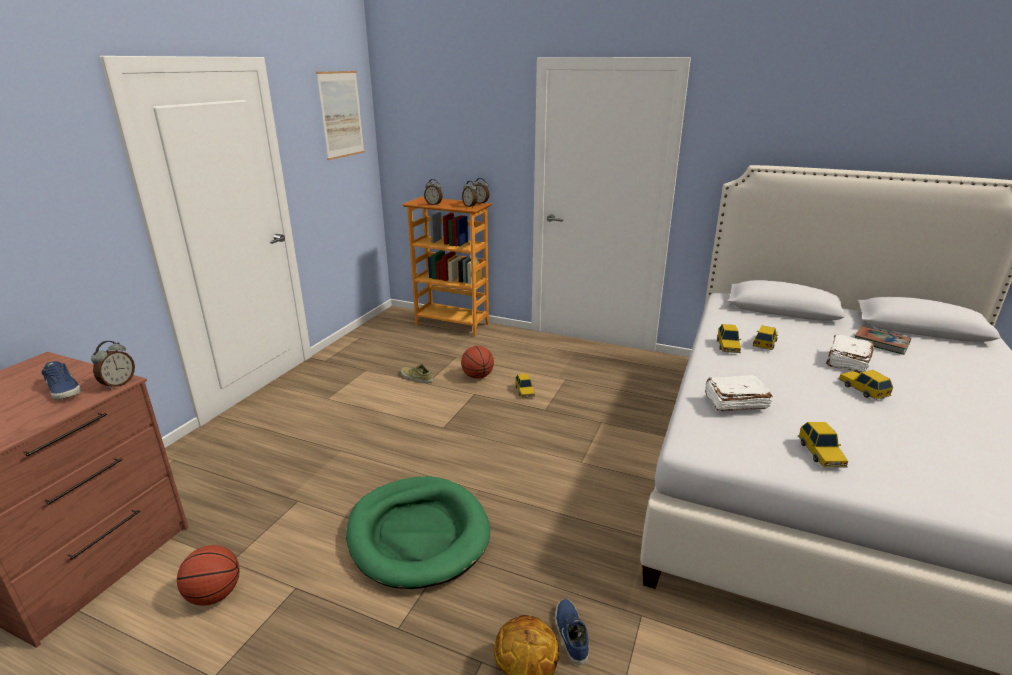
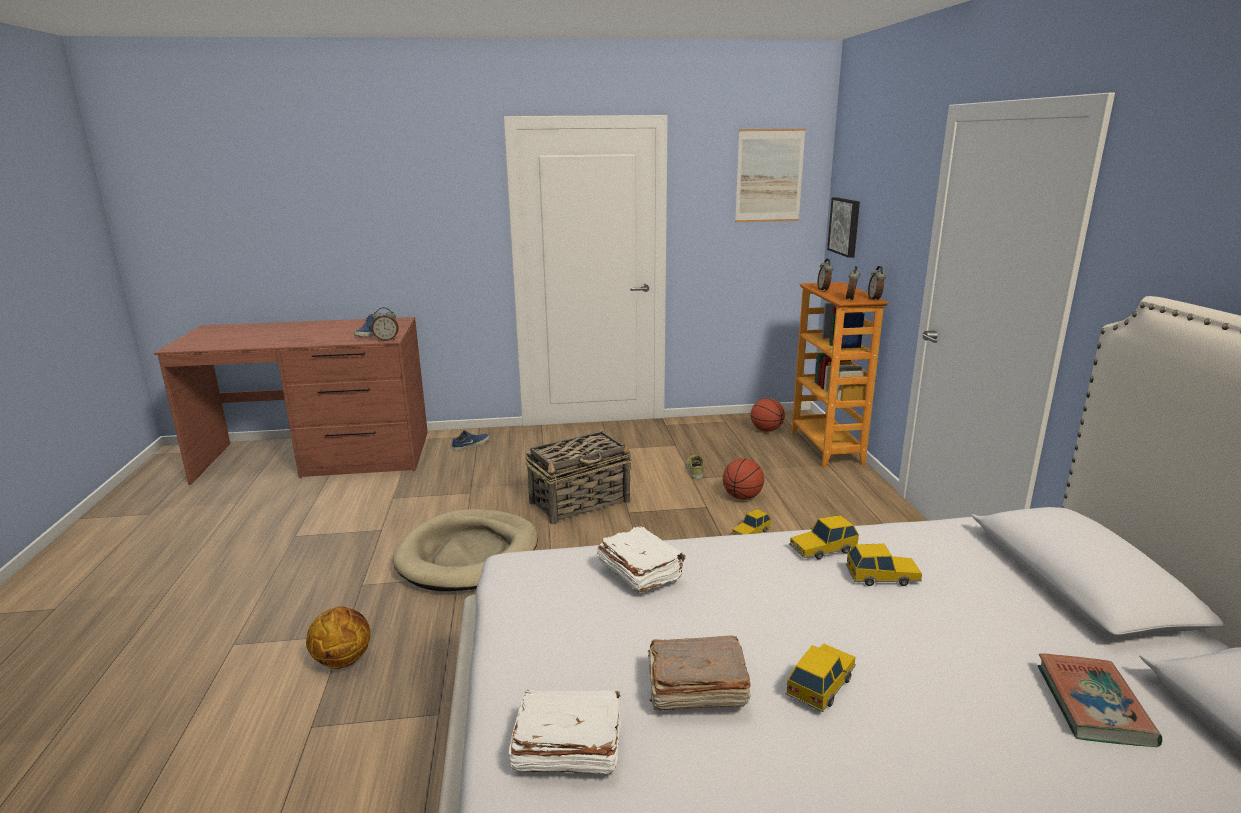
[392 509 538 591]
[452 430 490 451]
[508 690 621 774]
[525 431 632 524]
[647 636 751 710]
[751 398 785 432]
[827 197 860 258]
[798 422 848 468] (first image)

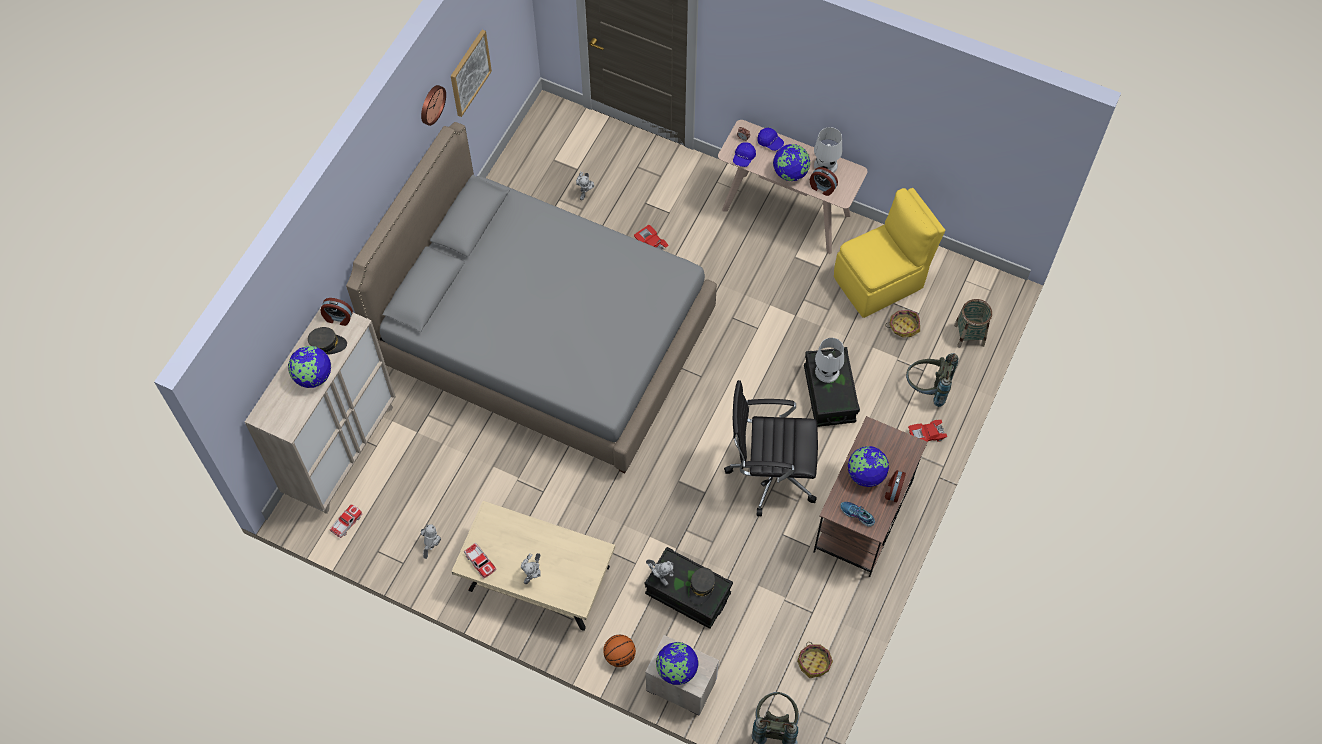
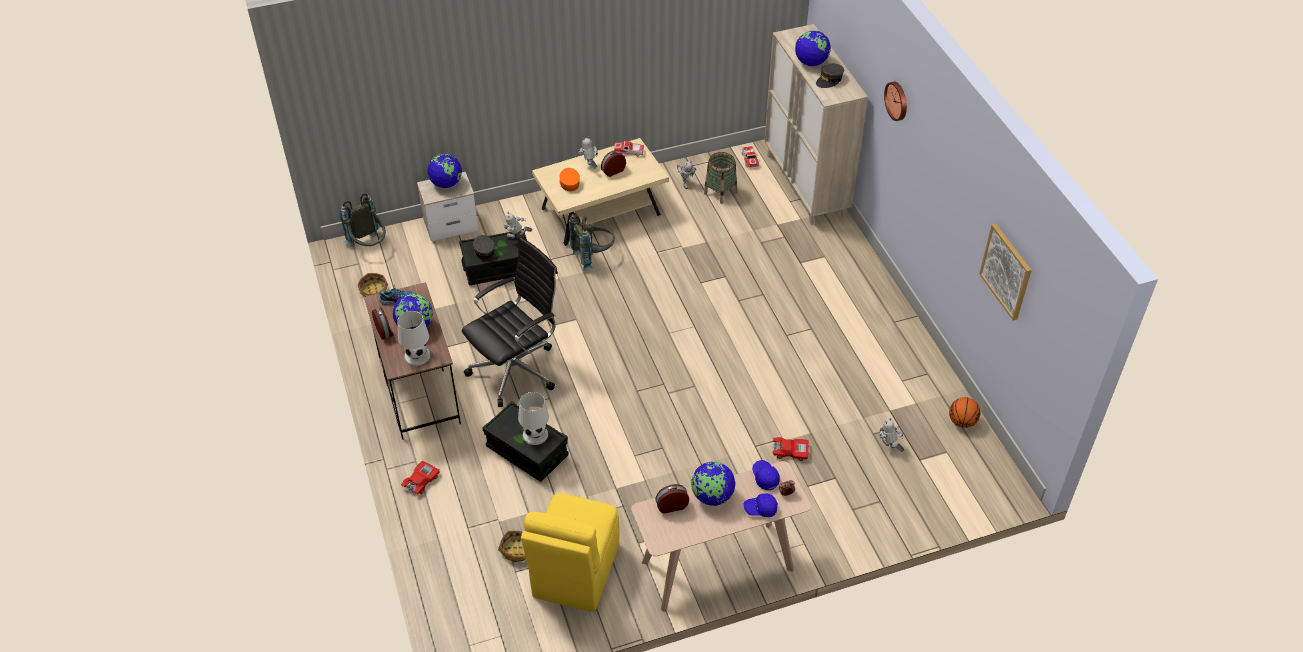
[397 311 430 366]
[559 168 580 191]
[569 213 615 271]
[601 150 626 177]
[704 152 737 204]
[884 82 907 121]
[949 397 980 428]
[346 122 717 473] (first image)

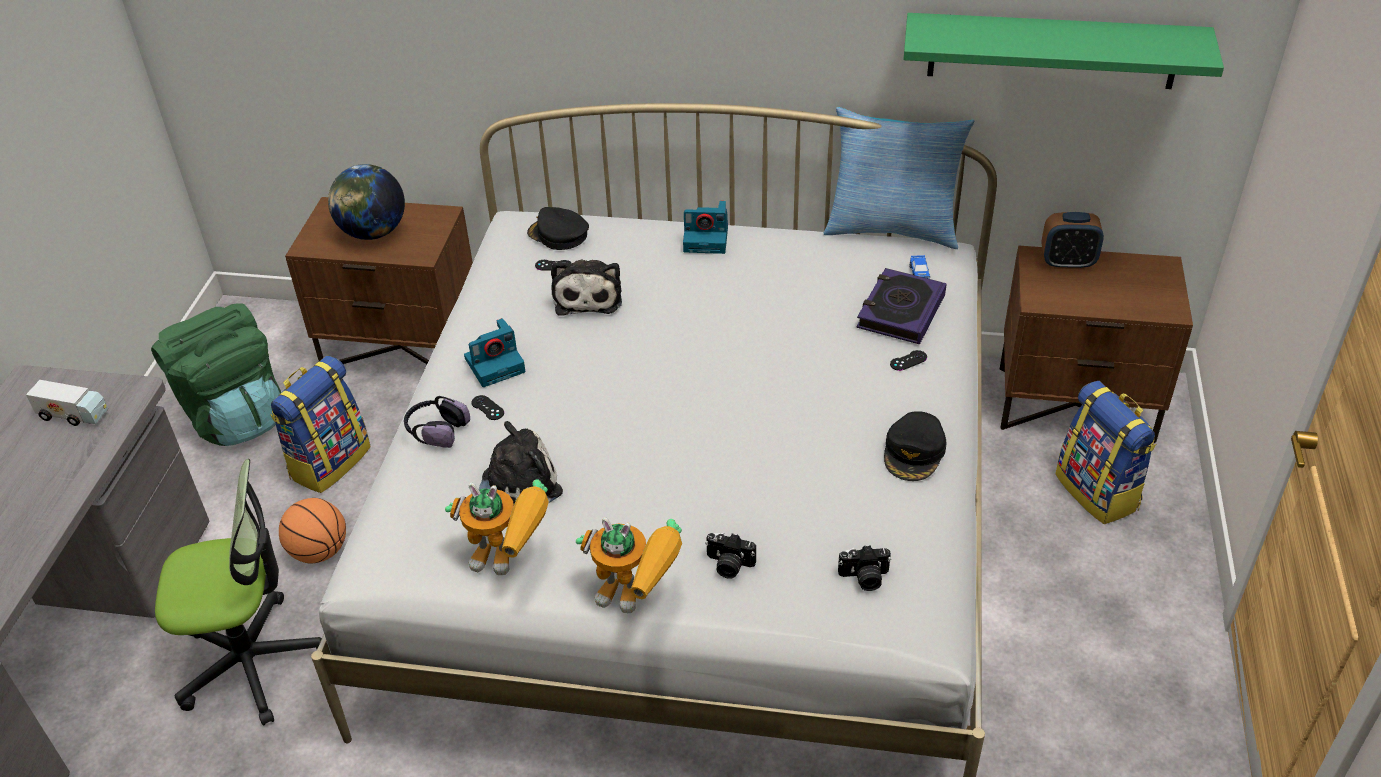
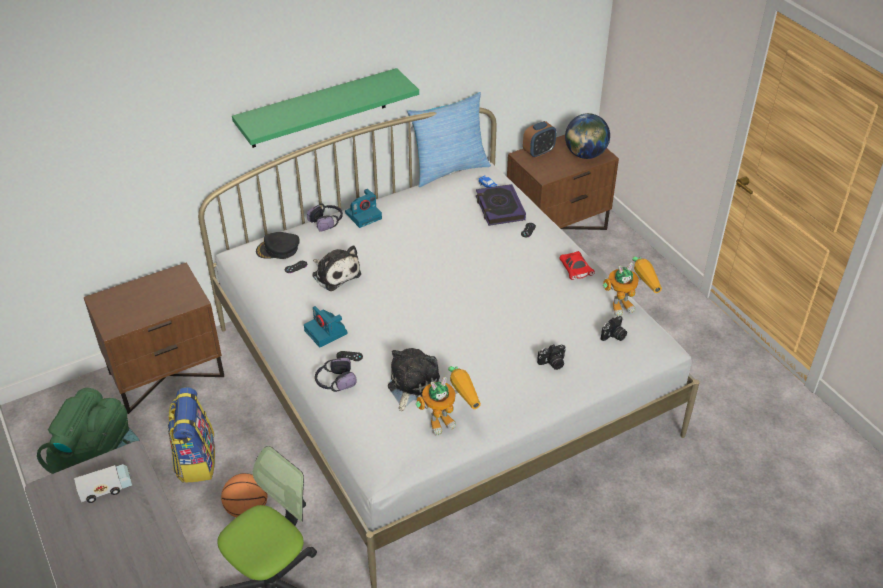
[232 68 419 148]
[304 306 348 348]
[307 204 343 232]
[560 251 595 280]
[565 113 610 159]
[603 256 662 316]
[1055 381 1156 524] (first image)

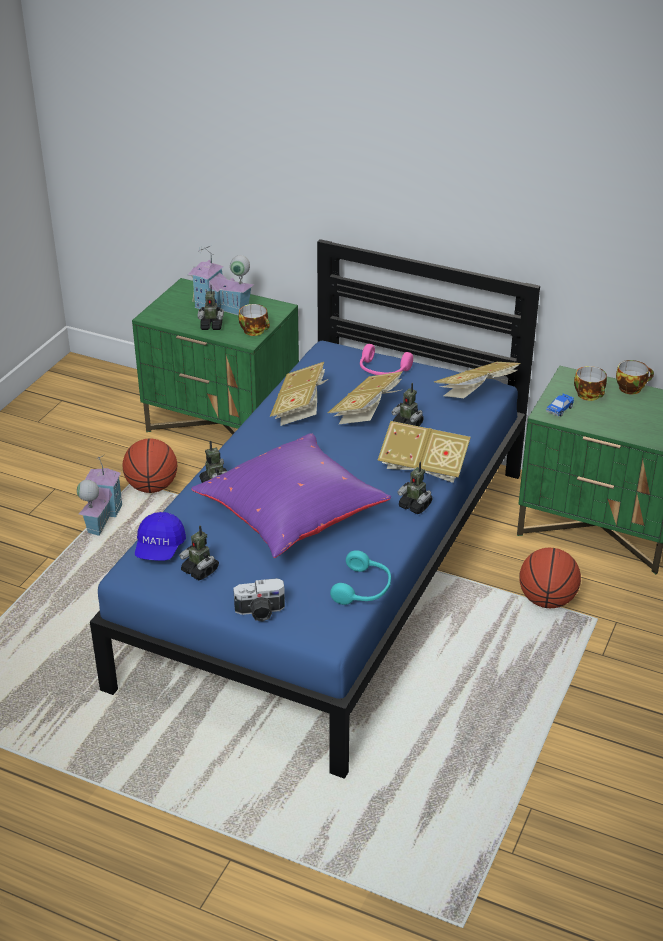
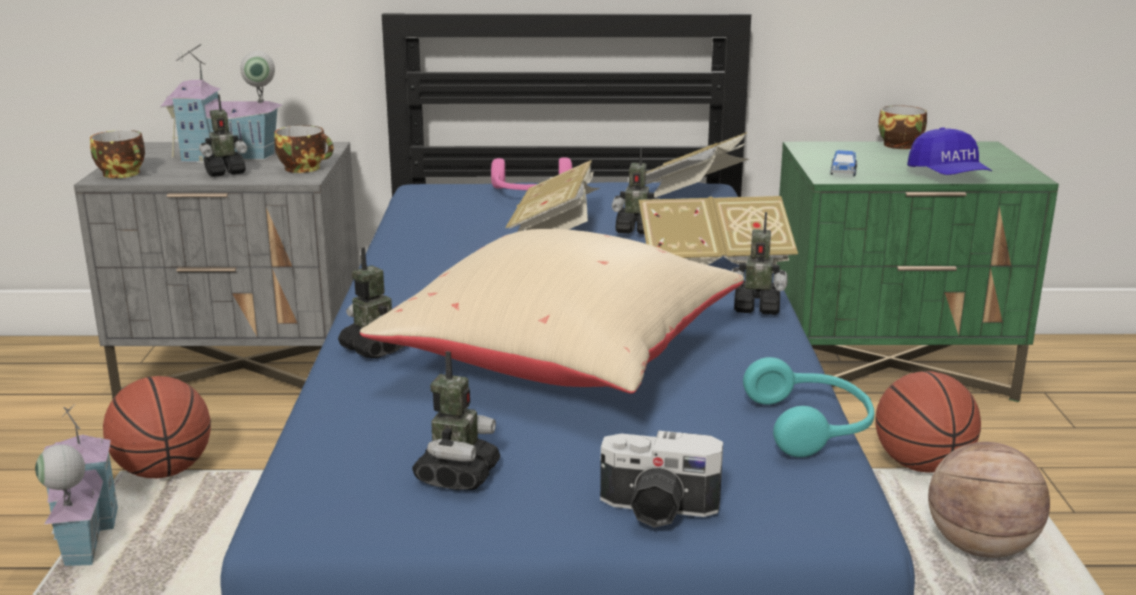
[74 142 359 398]
[90 130 145 178]
[360 229 744 394]
[412 351 500 490]
[600 430 723 528]
[907 127 992 175]
[928 442 1050 558]
[270 362 328 426] (first image)

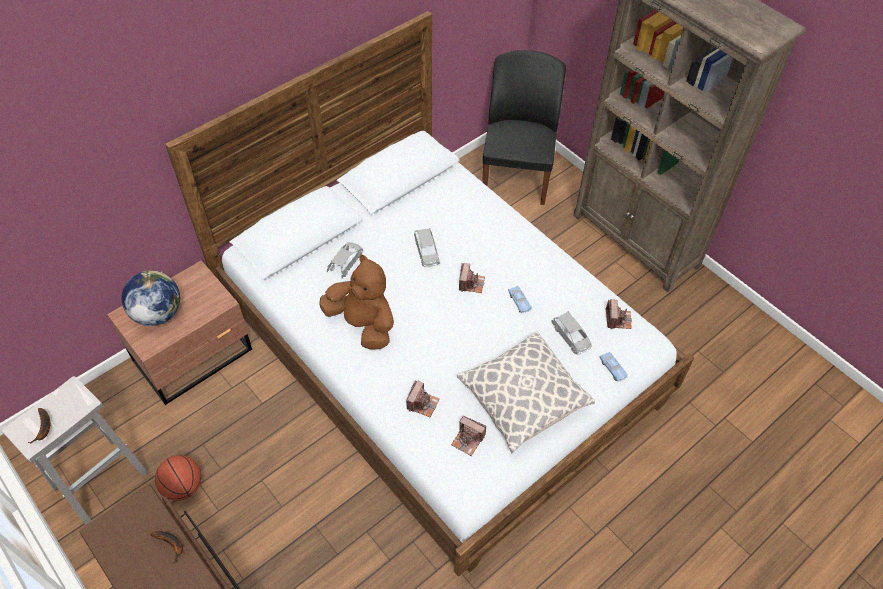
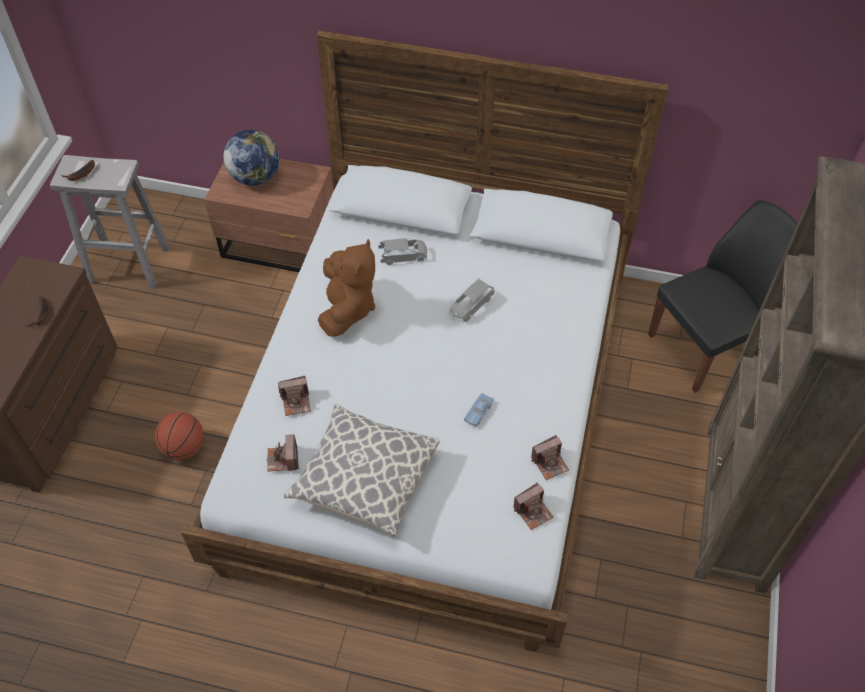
[155 412 204 460]
[531 435 569 480]
[551 312 591 354] (first image)
[599 352 628 382] (first image)

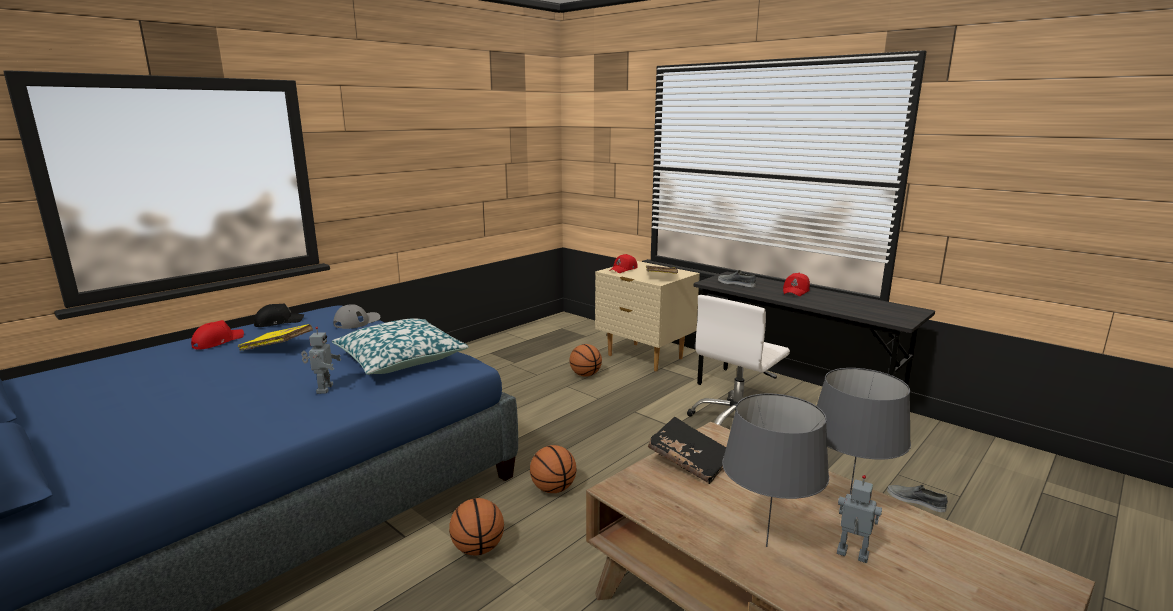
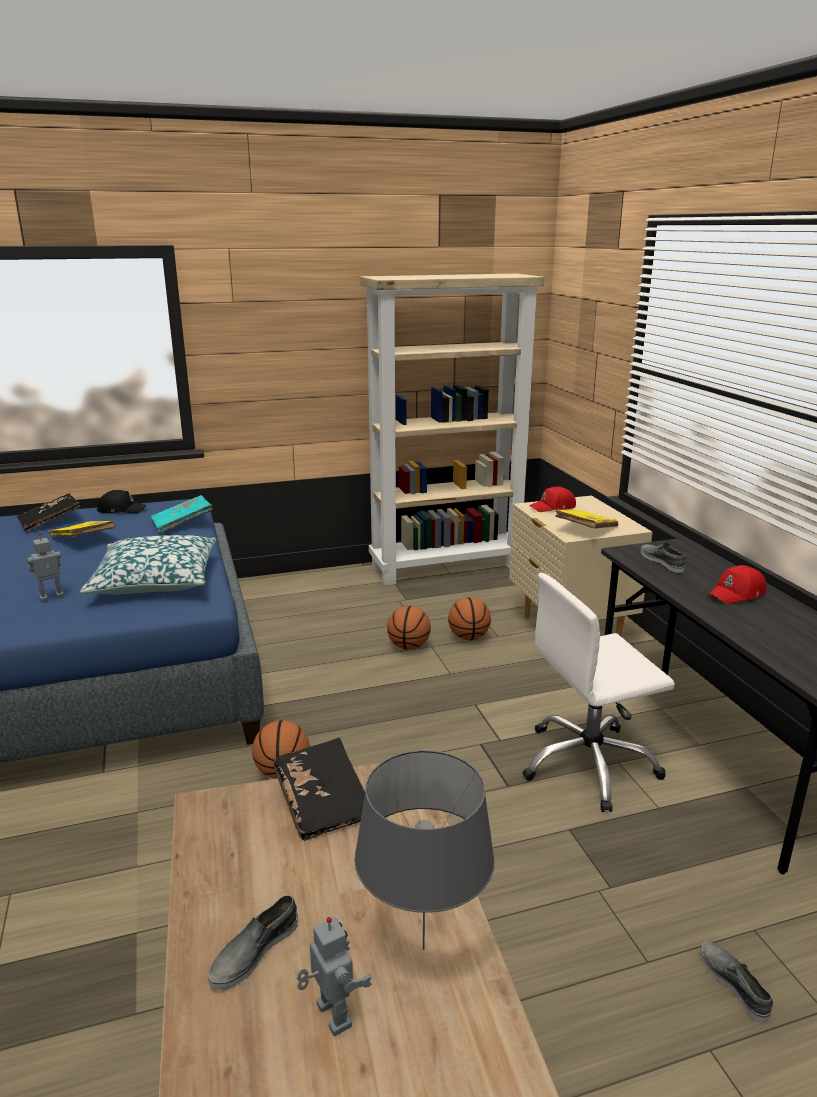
[17 494 80 532]
[27 532 64 602]
[151 495 213 533]
[208 895 298 990]
[360 274 544 586]
[387 606 431 650]

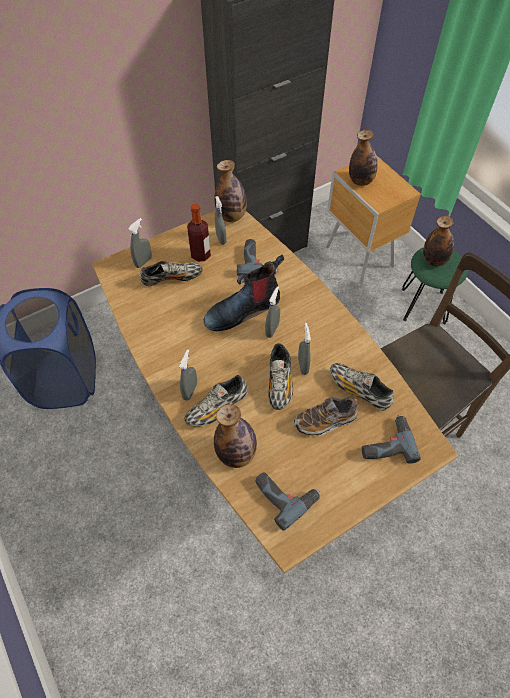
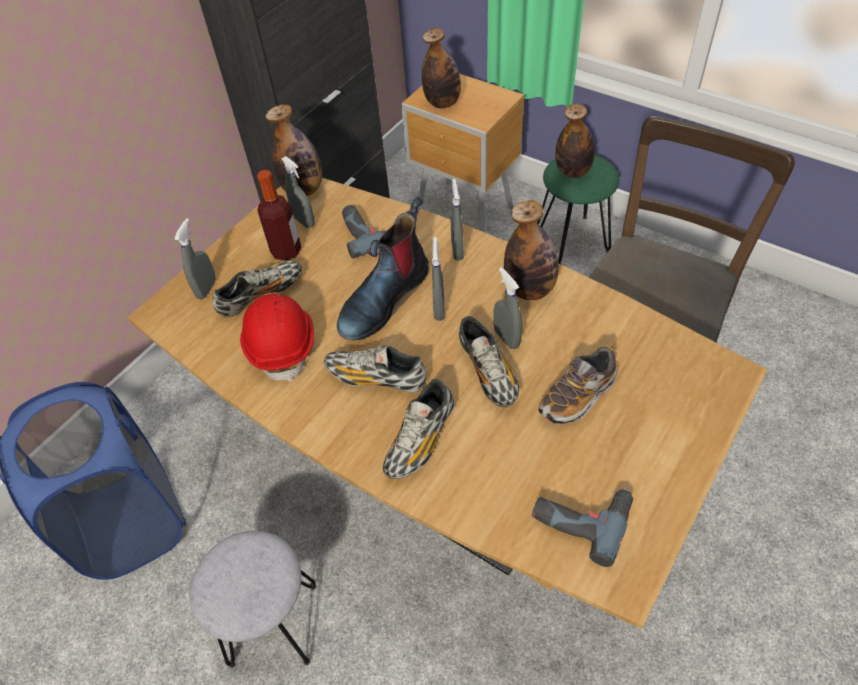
[189 531 316 668]
[240 293 314 382]
[324 345 426 393]
[451 179 464 261]
[504 200 559 300]
[362 415 421 463] (first image)

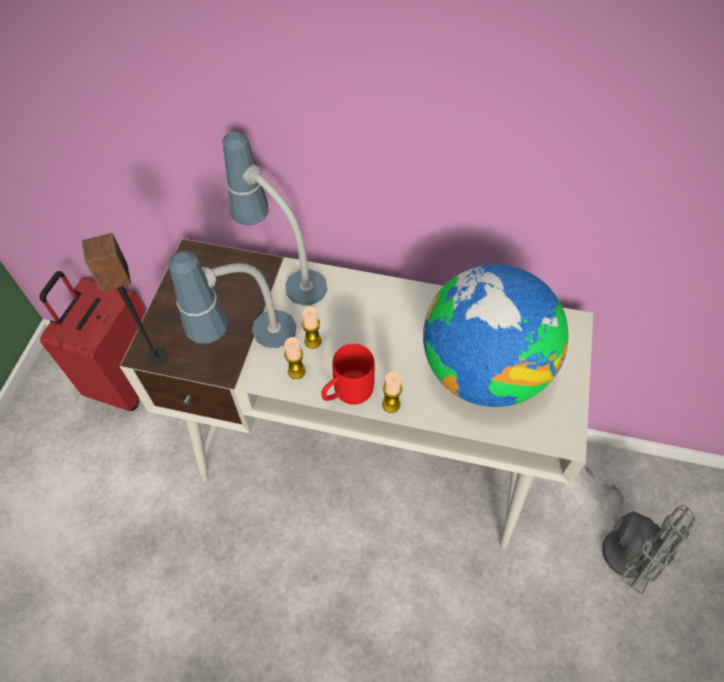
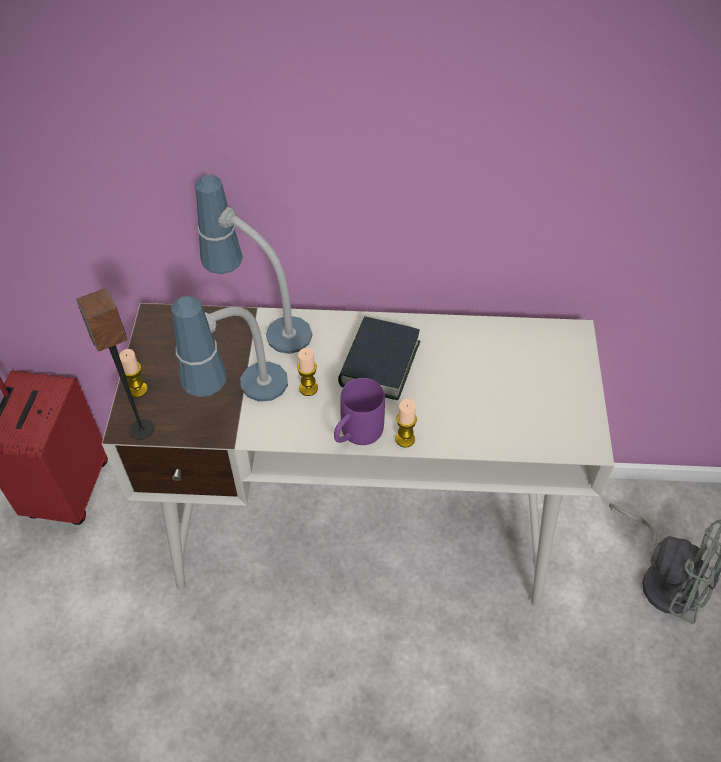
[119 349 148 397]
[334 378 385 445]
[338 316 421 400]
[423 264 569 407] (first image)

